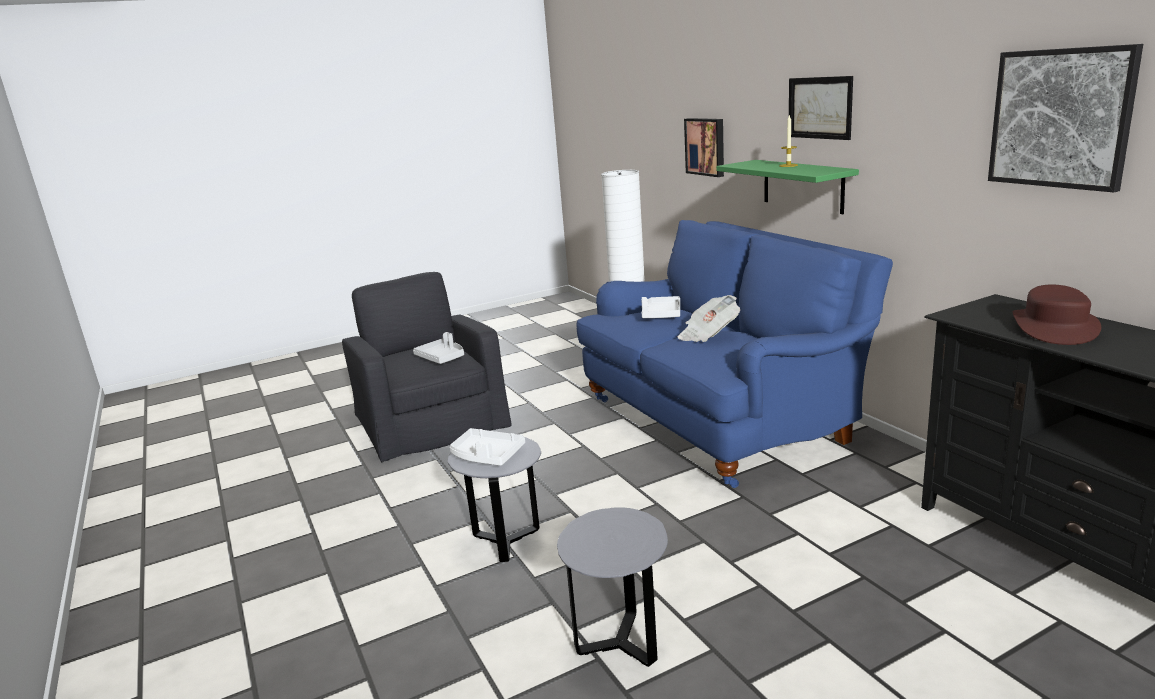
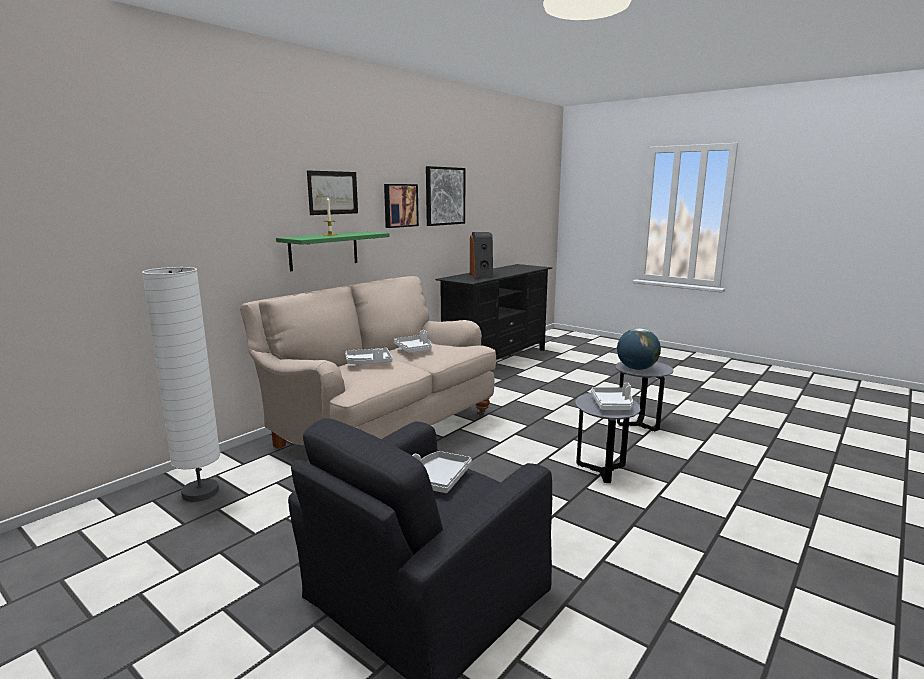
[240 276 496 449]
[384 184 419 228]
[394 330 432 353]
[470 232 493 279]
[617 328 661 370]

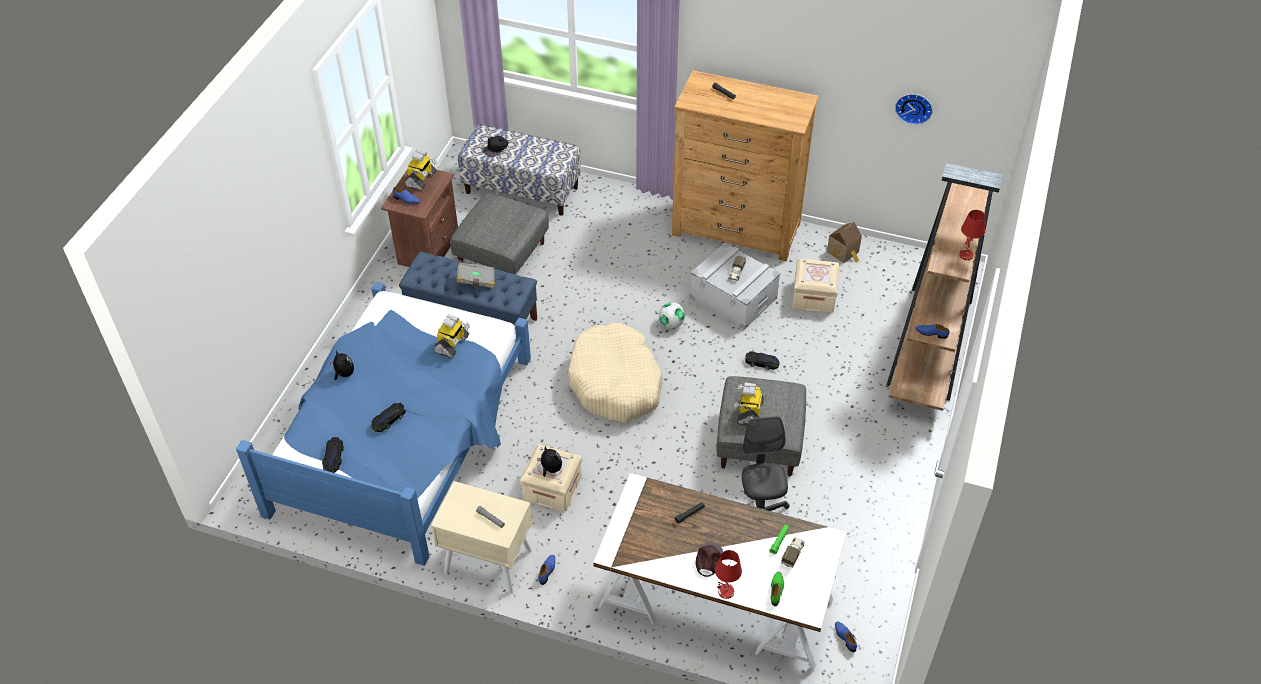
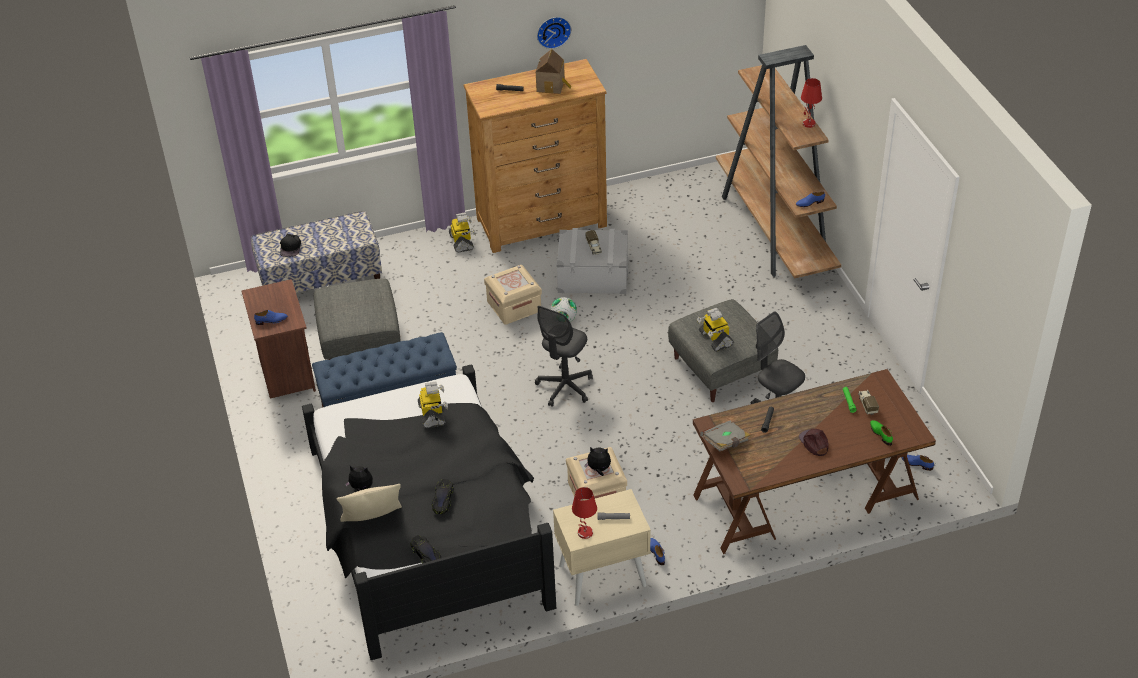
[302 364 556 660]
[336 484 402 522]
[449 213 476 252]
[484 265 542 325]
[535 306 593 407]
[536 49 571 94]
[537 17 572 49]
[572 487 597 539]
[693 369 936 554]
[700 421 751 451]
[745 351 780 370] (first image)

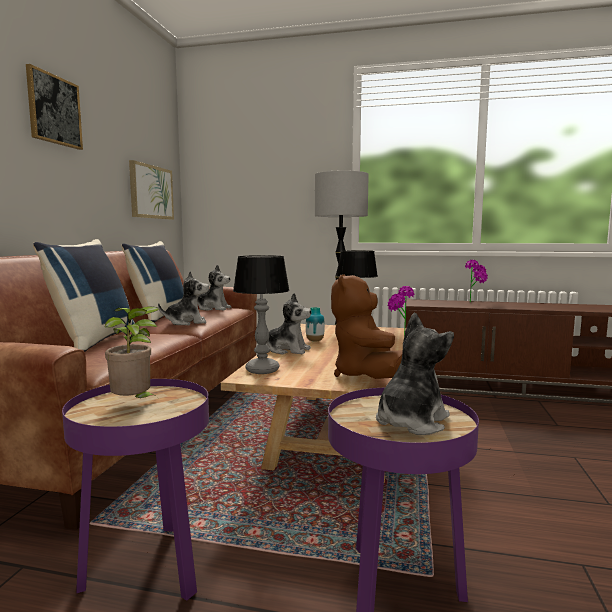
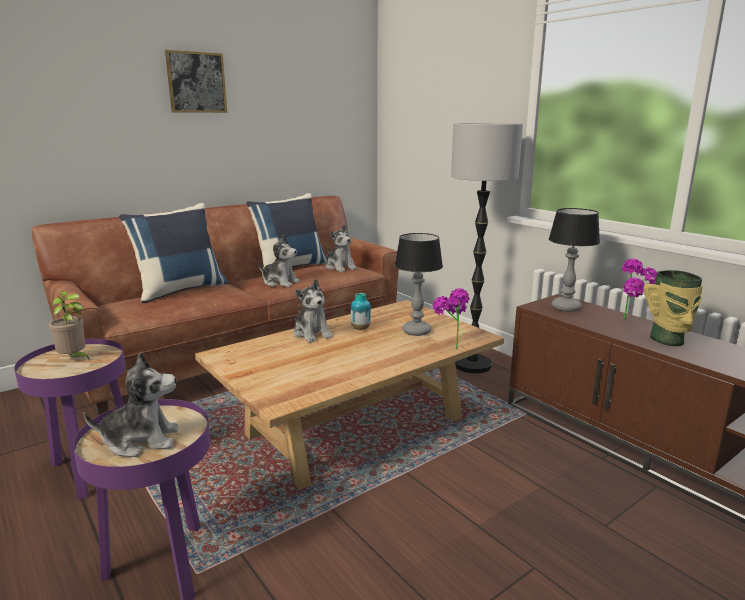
[548 208 600 312]
[644 270 703 346]
[129 160 174 220] (first image)
[331 274 403 379] (first image)

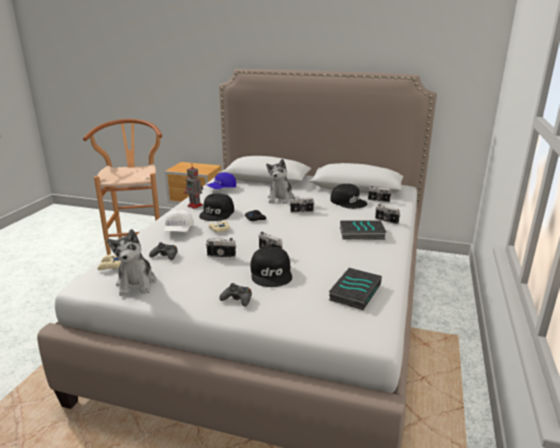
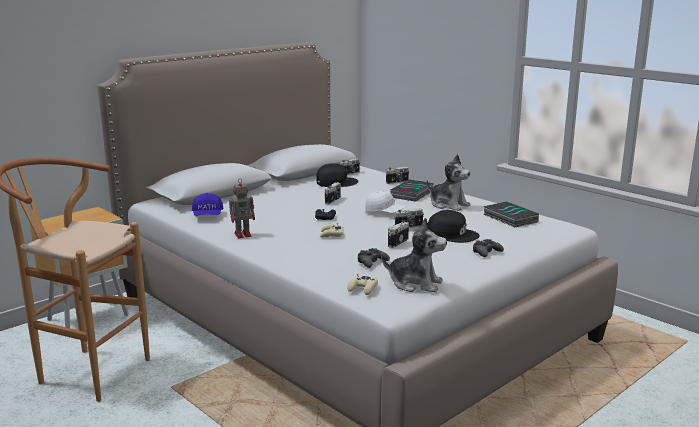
[365 191 406 213]
[427 155 470 211]
[199 194 234 221] (first image)

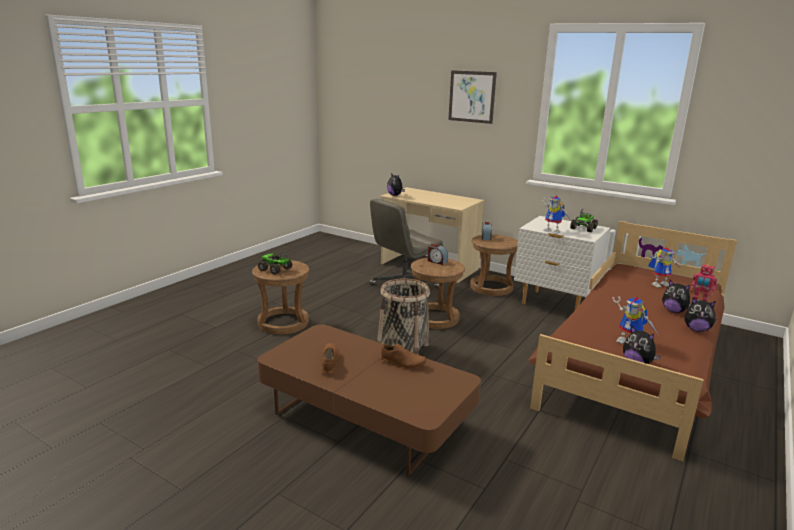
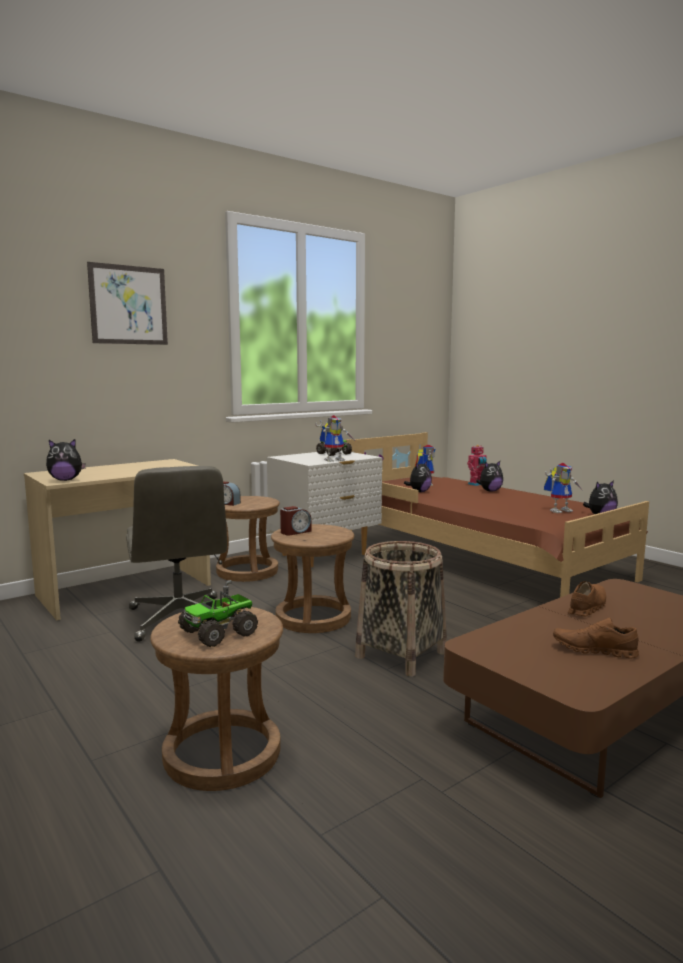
[404 461 432 492]

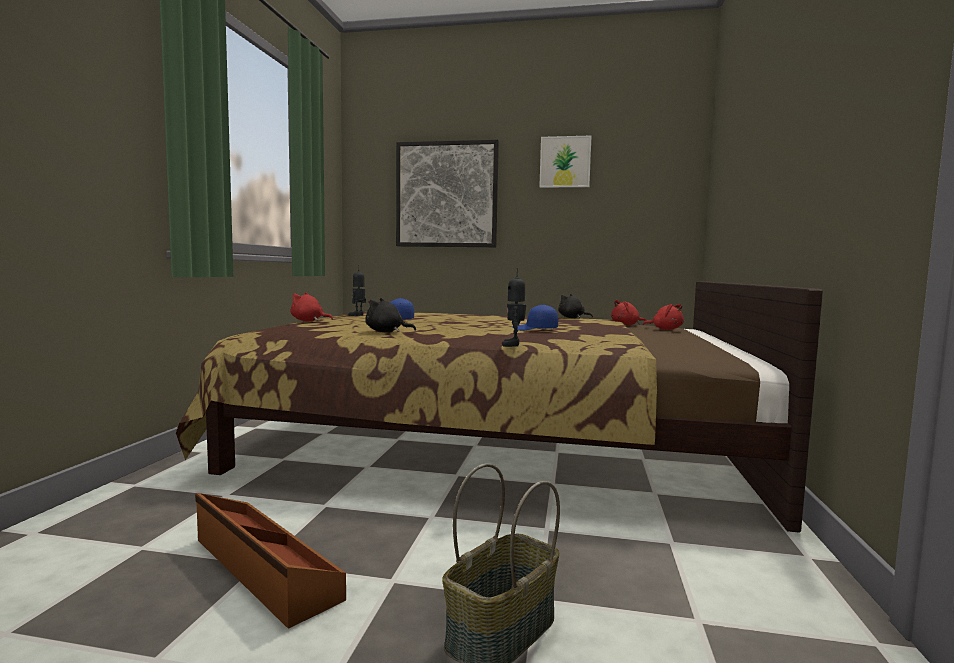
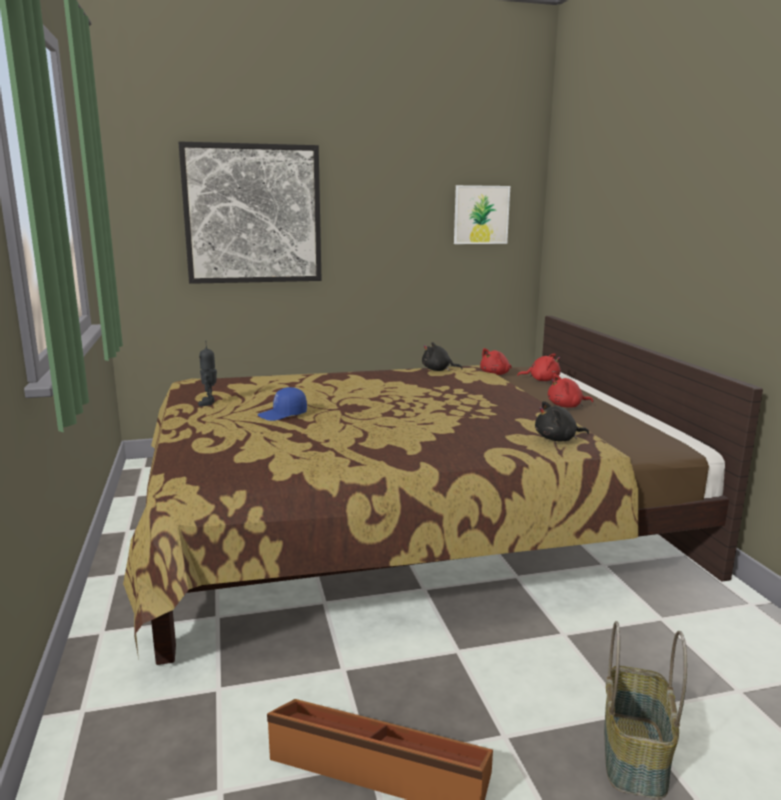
[454 185 510 244]
[535 401 589 441]
[548 374 593 408]
[502 268 526 347] (first image)
[514 304 558 331] (first image)

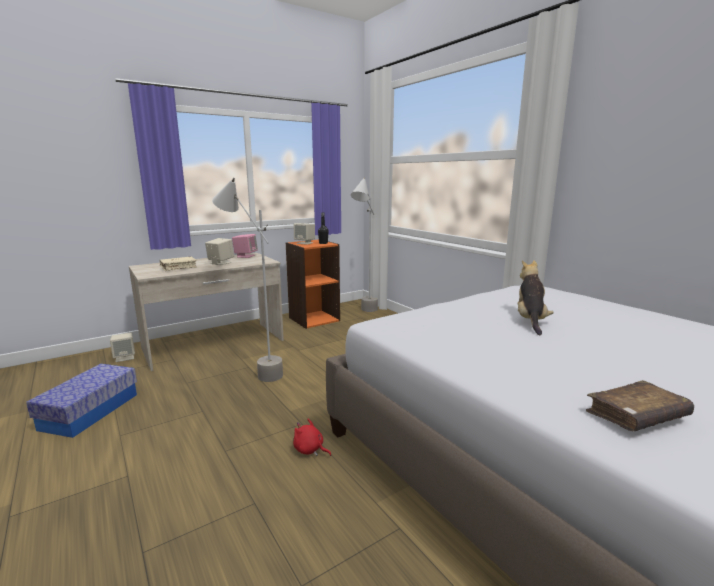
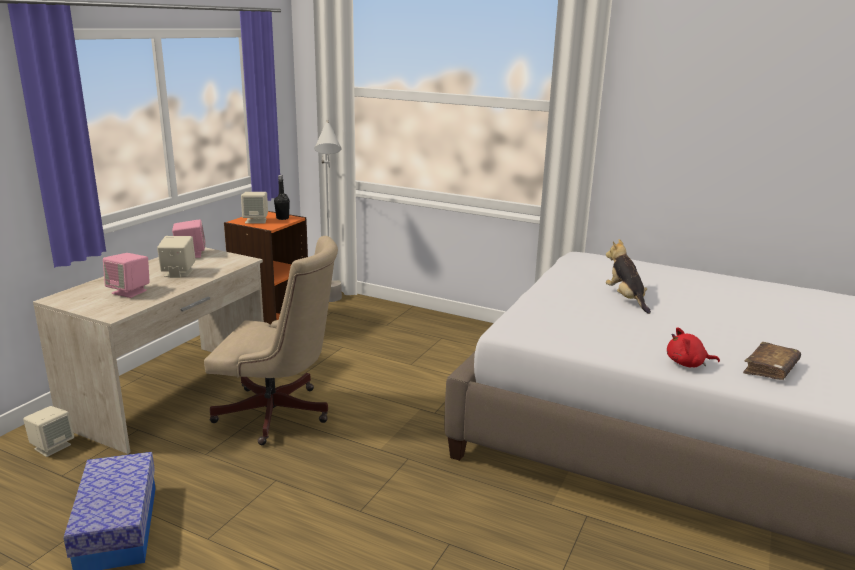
[103 253 150 298]
[204 236 338 445]
[667 327 720 367]

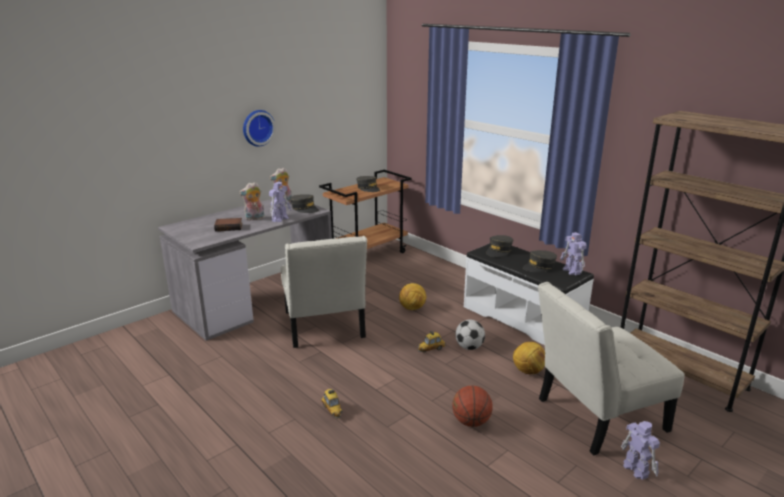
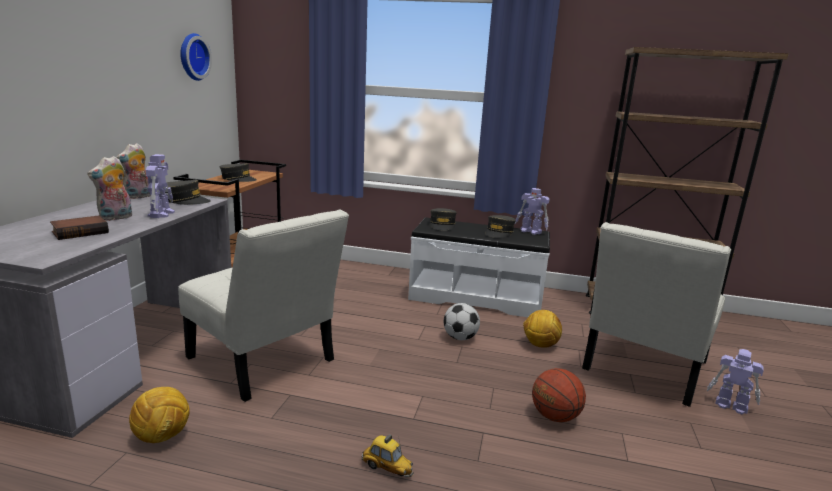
[129 387 190 443]
[180 33 212 81]
[417 331 446 352] (first image)

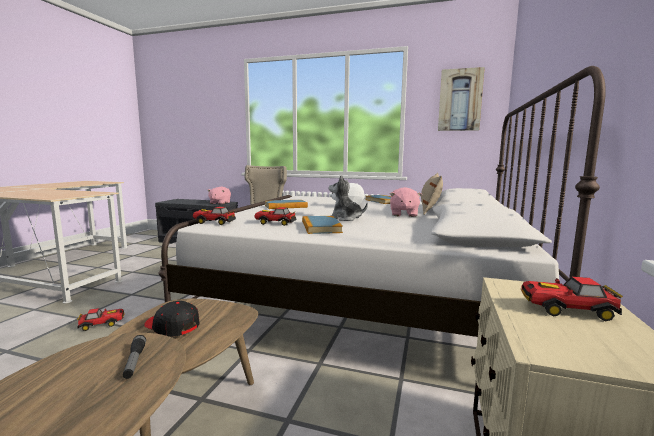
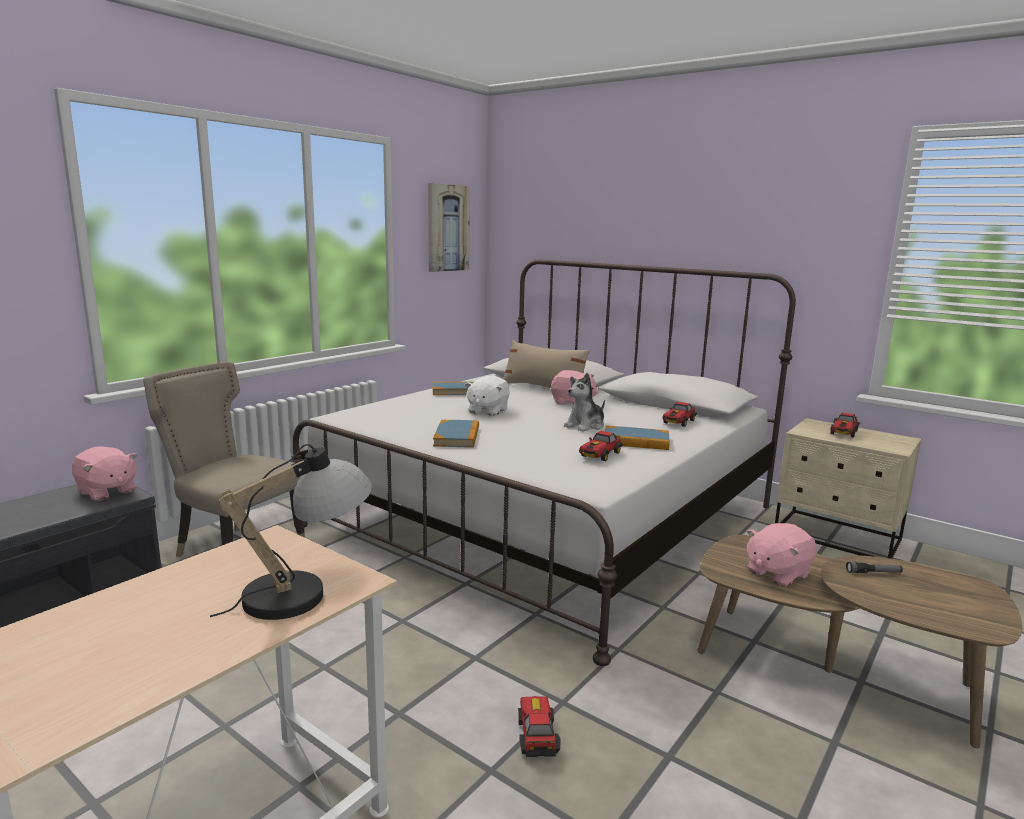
[210 444 372 620]
[663 402 697 427]
[746 523 817 587]

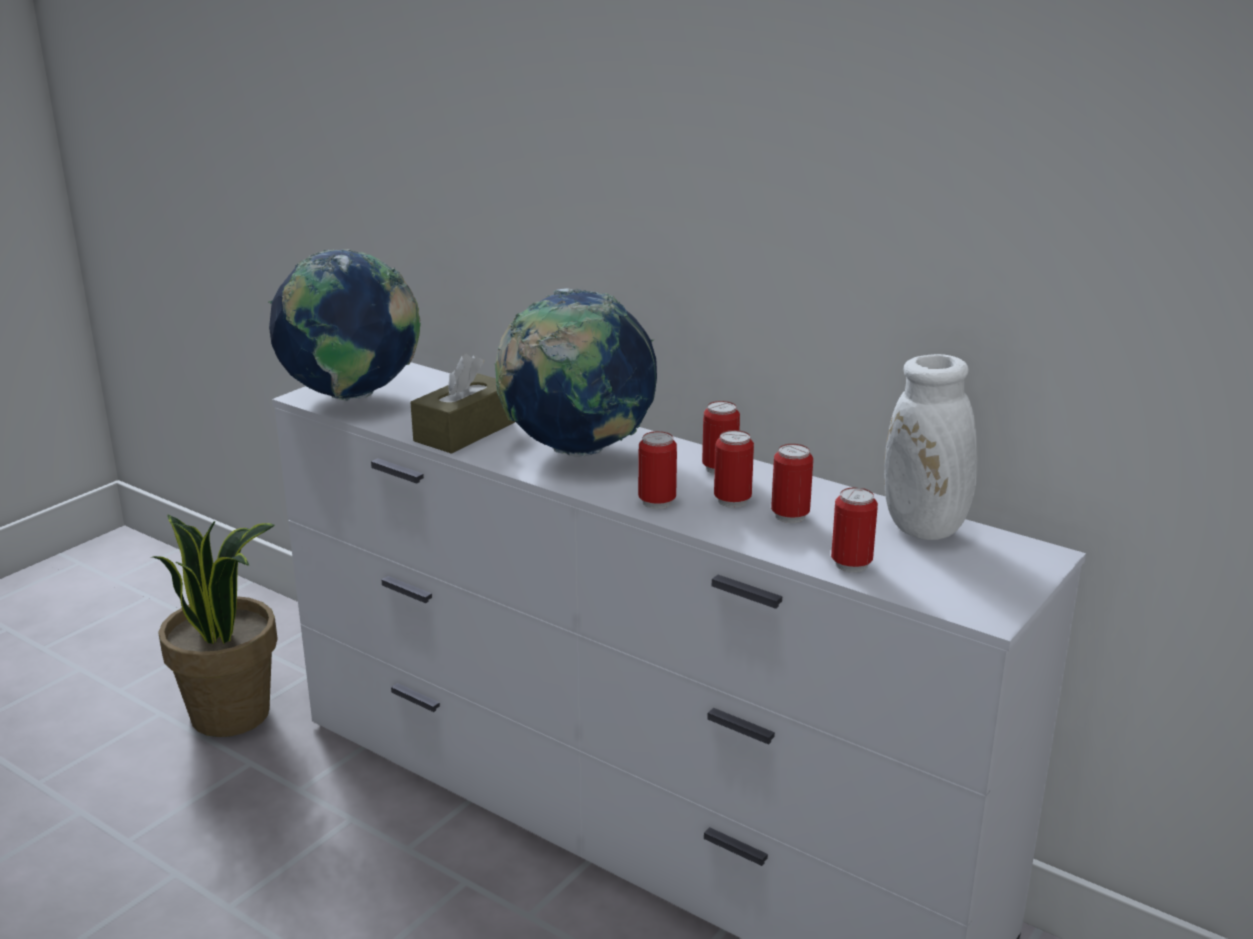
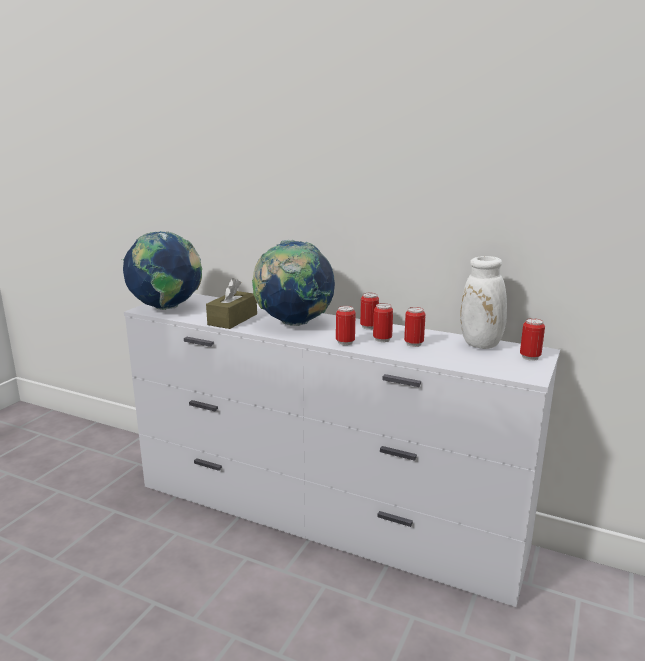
[520 318 545 361]
[153 515 278 737] (first image)

